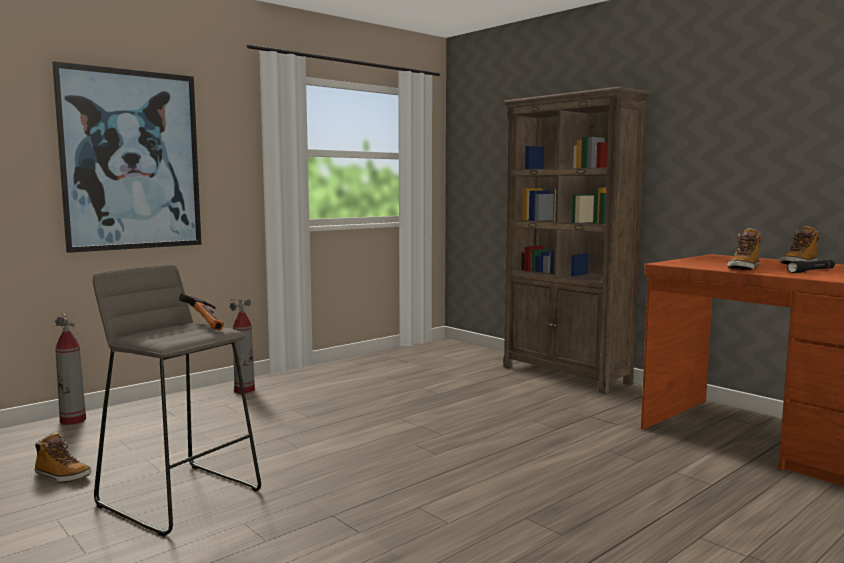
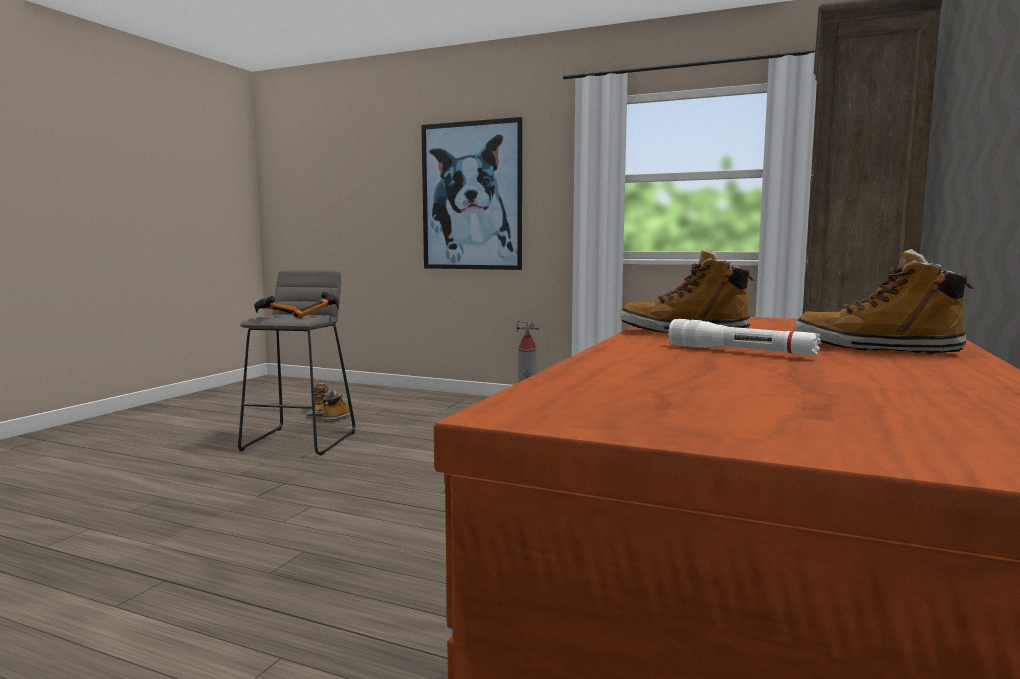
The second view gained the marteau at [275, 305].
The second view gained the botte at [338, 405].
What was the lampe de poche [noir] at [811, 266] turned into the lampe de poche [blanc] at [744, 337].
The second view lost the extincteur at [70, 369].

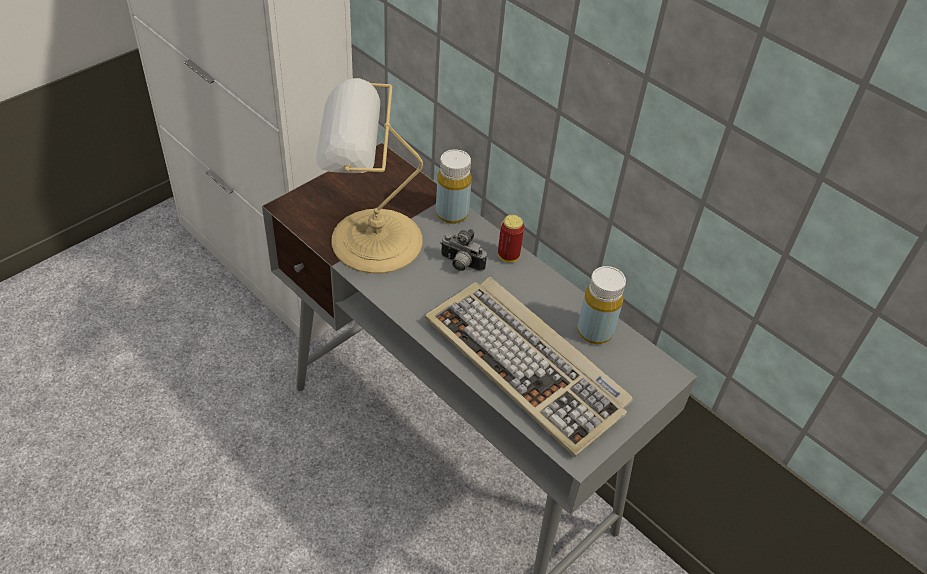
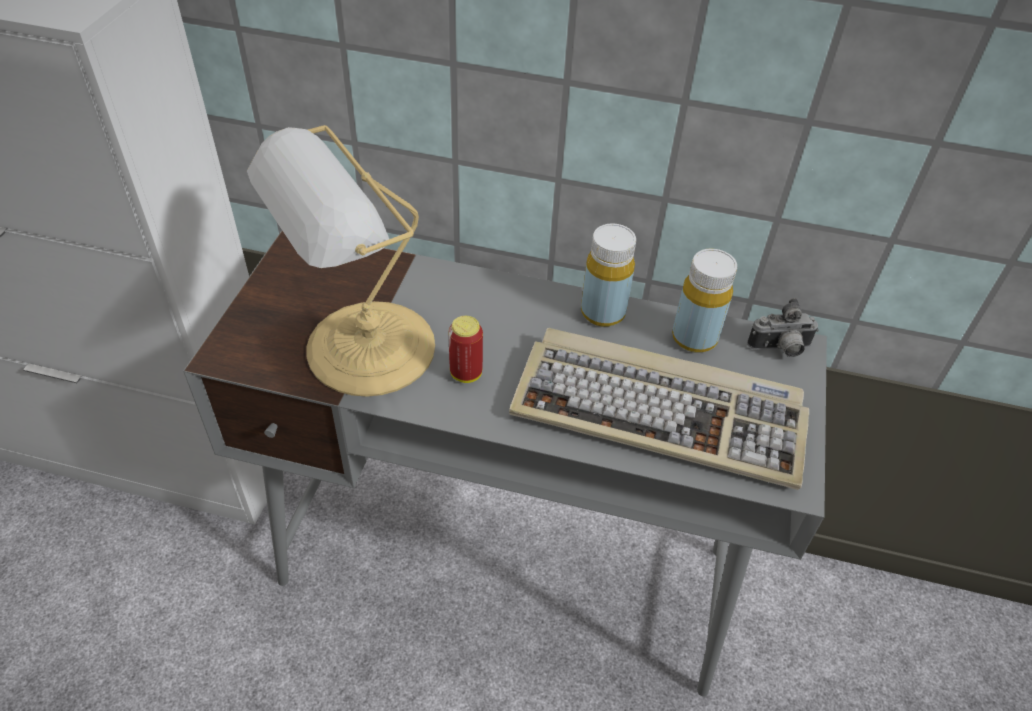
The boîte métallique ended up elsewhere, having gone from [511, 238] to [465, 349].
The bouteille [jaune] ended up elsewhere, having gone from [454, 186] to [608, 275].
The appareil photo ended up elsewhere, having gone from [463, 250] to [783, 327].

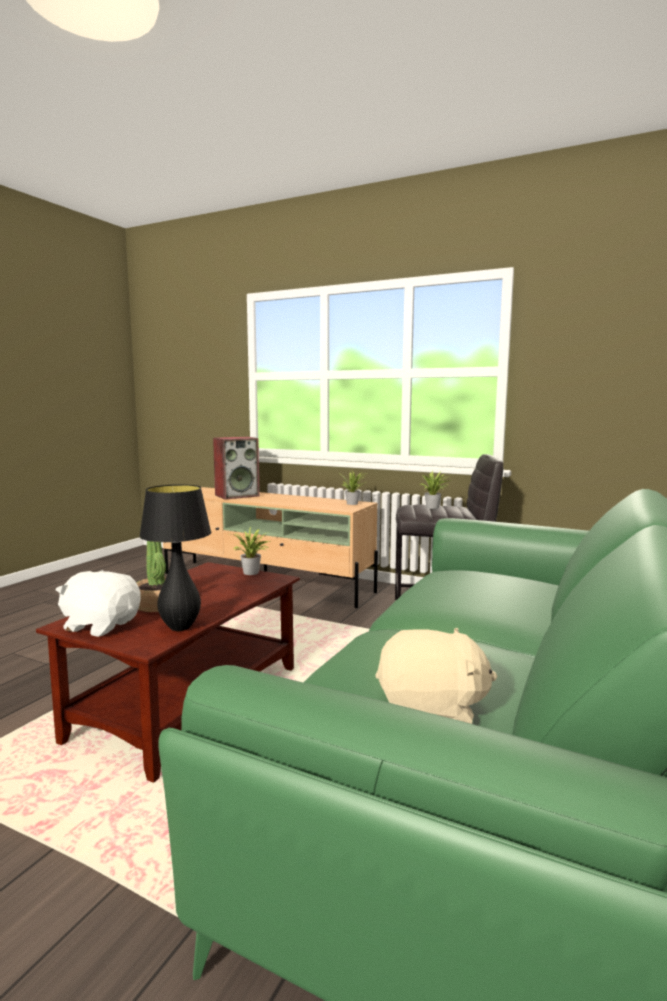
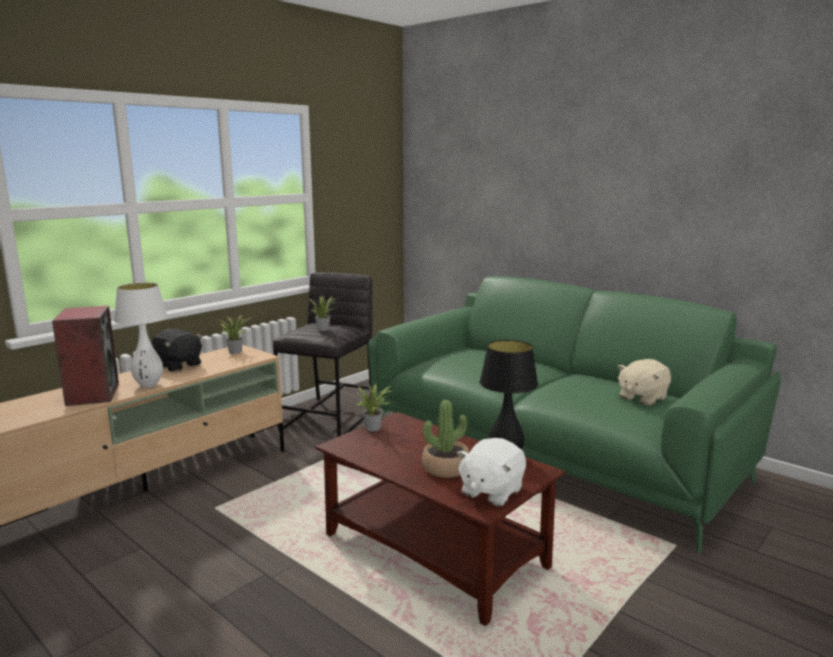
The second view gained the lampe de table [blanc] at [141, 335].
The second view gained the peluche [noir] at [176, 350].
The peluche [beige] at [436, 676] ended up facing another way, 150 degrees counterclockwise from before.

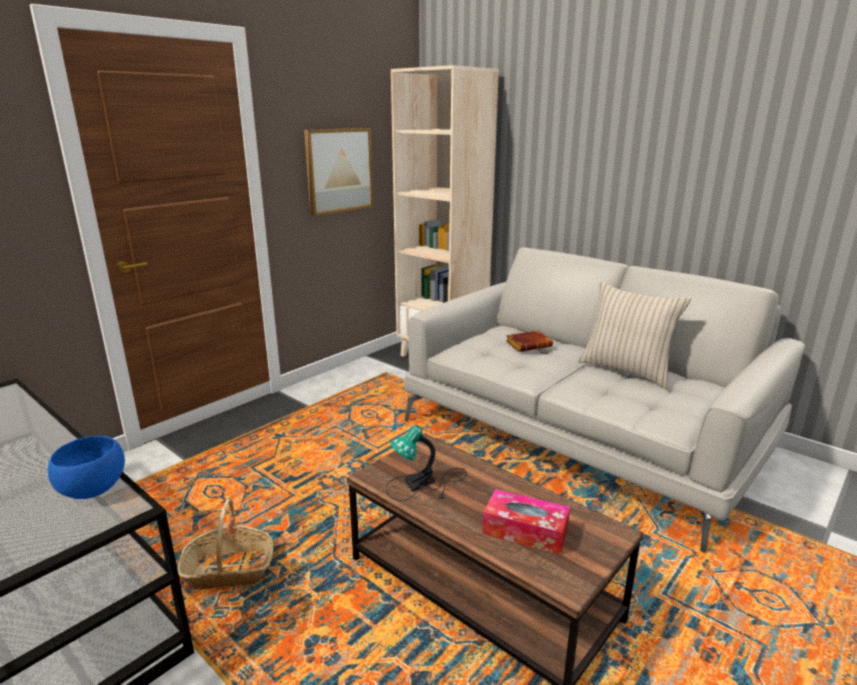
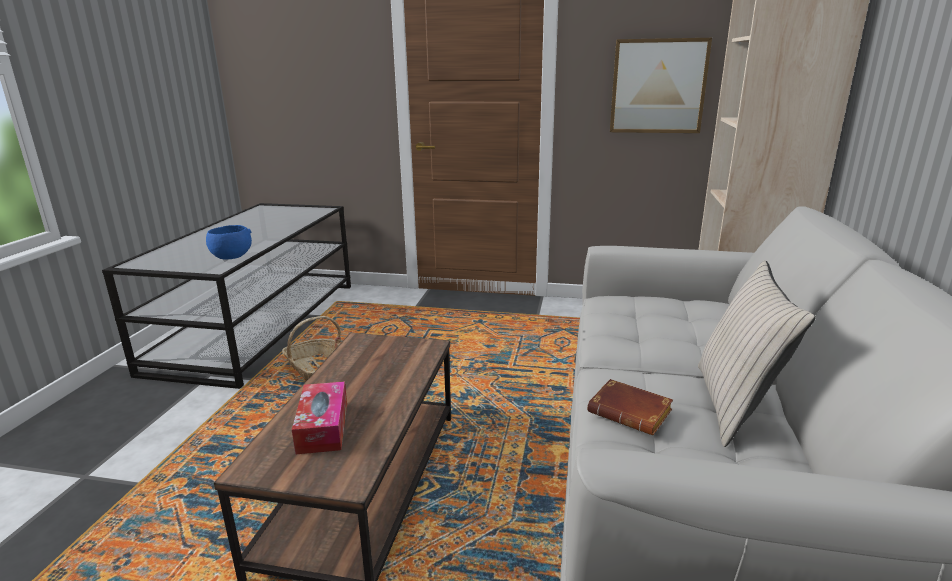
The livre [marron] ended up elsewhere, having gone from [529, 341] to [630, 407].
The second view lost the lampe de table at [426, 463].

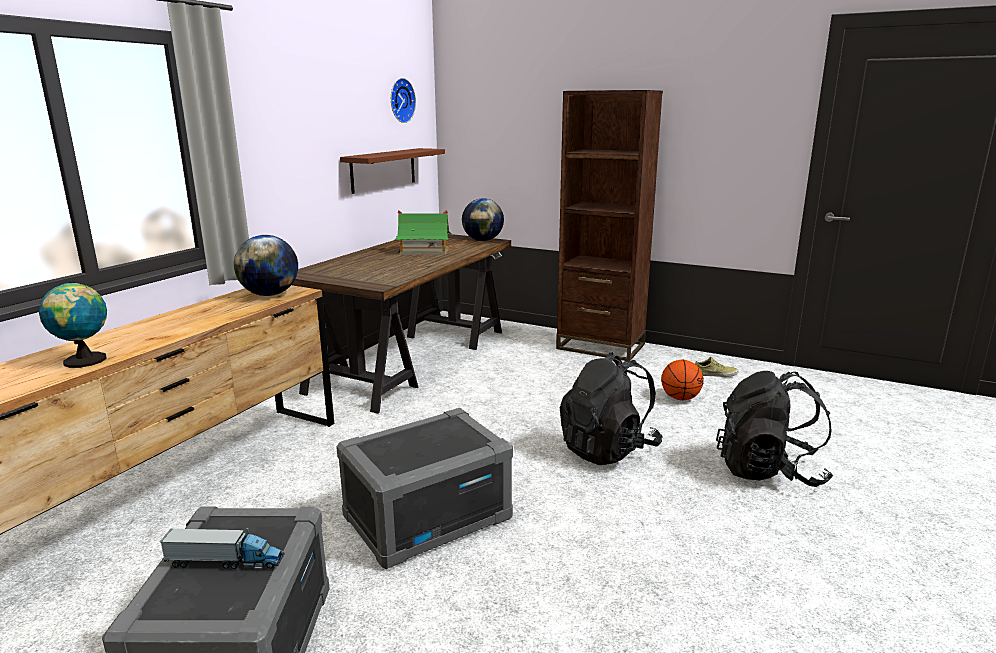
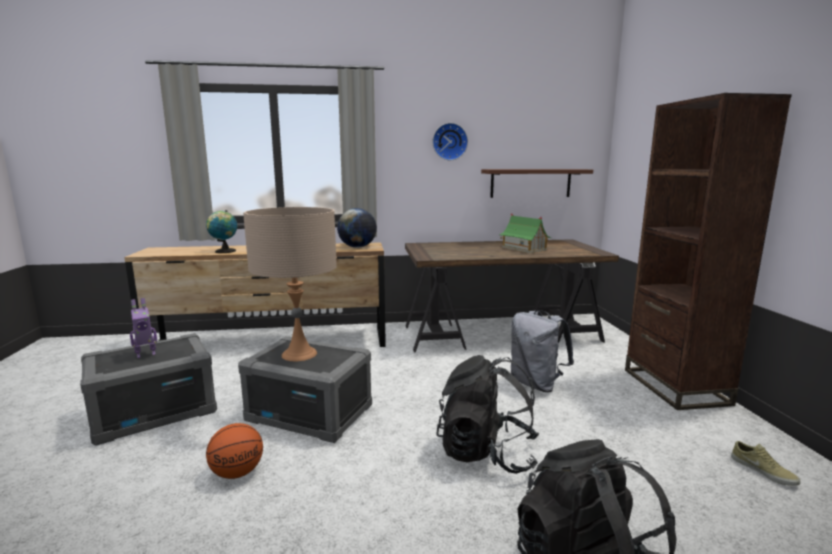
Where the camion jouet stood at [222, 548], the robot jouet came to stand at [143, 328].
The ballon de basket ended up elsewhere, having gone from [682, 380] to [234, 451].
The second view gained the lampe de table [beige] at [290, 284].
The horloge murale ended up elsewhere, having gone from [403, 100] to [450, 141].
The second view gained the sac à dos [gris] at [542, 351].
The second view lost the globe at [483, 219].

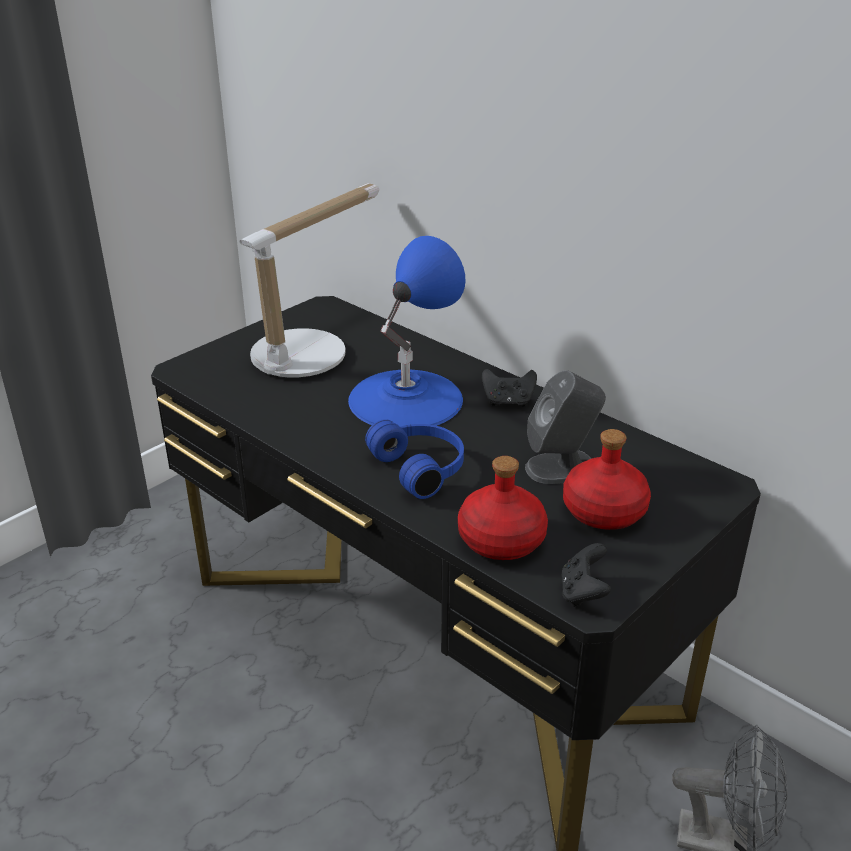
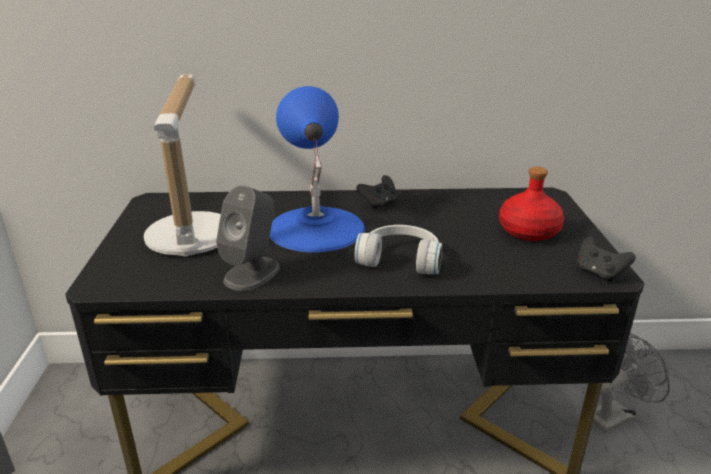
The enceinte [gris] ended up elsewhere, having gone from [565, 427] to [248, 238].
What was the casque audio [bleu] at [414, 459] turned into the casque audio [blanc] at [398, 249].
The second view lost the bouteille [rouge] at [503, 508].

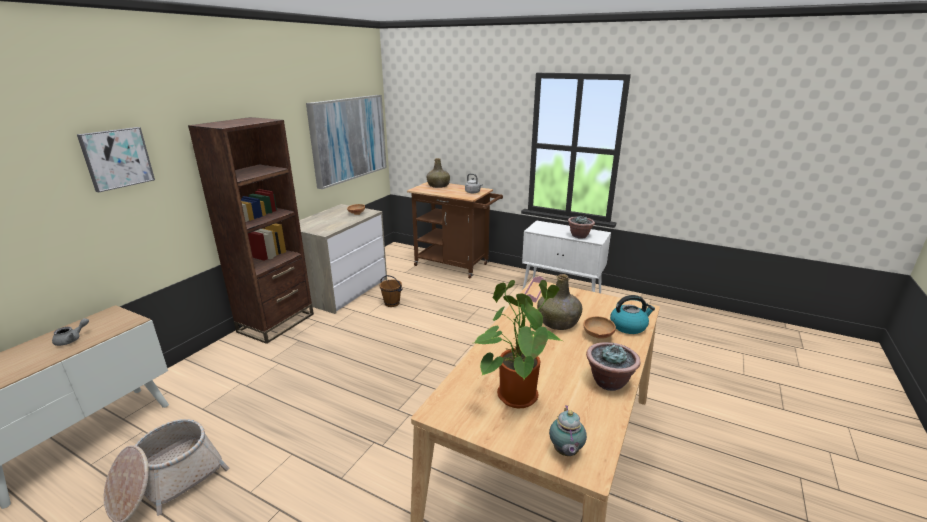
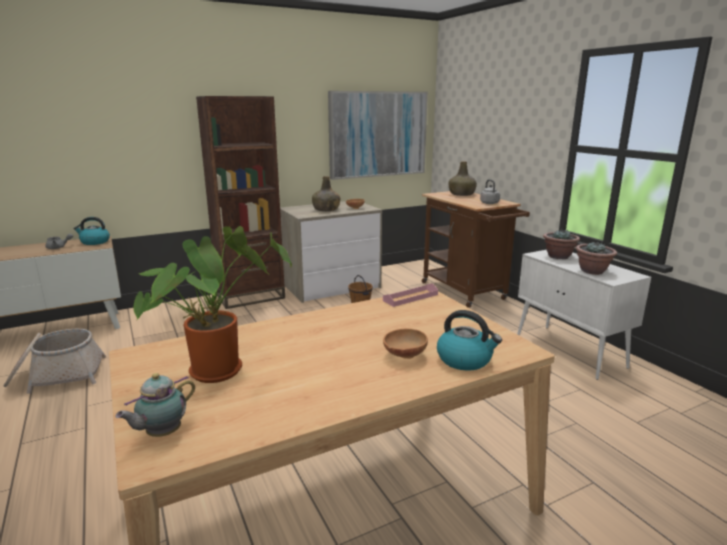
The second view gained the bouilloire at [91, 231].
The bouteille [vert] ended up elsewhere, having gone from [559, 302] to [326, 193].
The plante en pot ended up elsewhere, having gone from [613, 366] to [561, 244].
The second view lost the tableau at [116, 159].

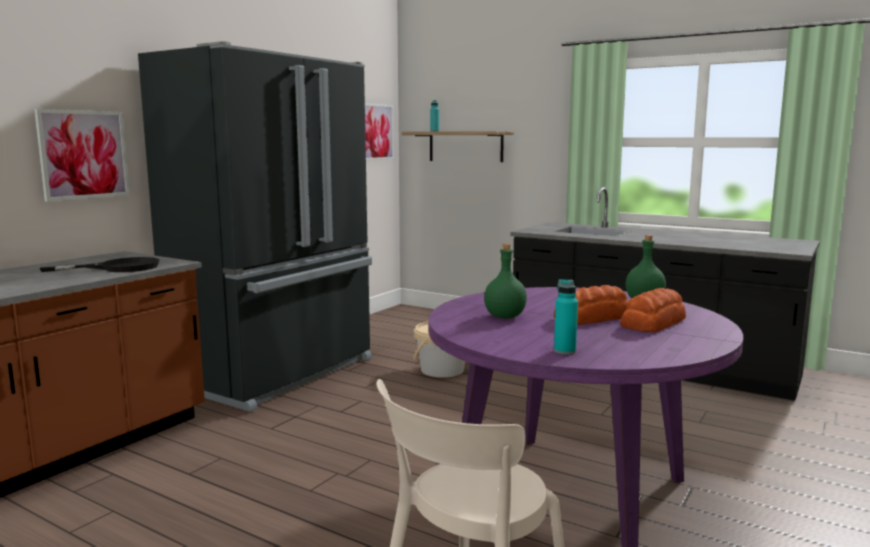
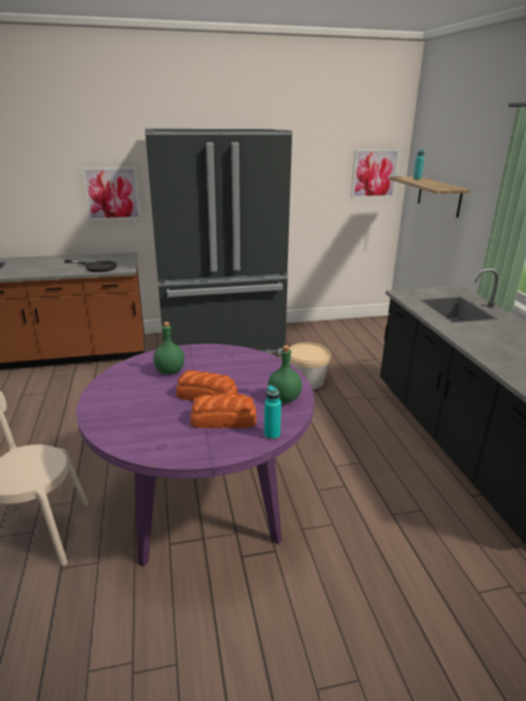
The bouteille [turquoise] ended up elsewhere, having gone from [566, 316] to [272, 412].

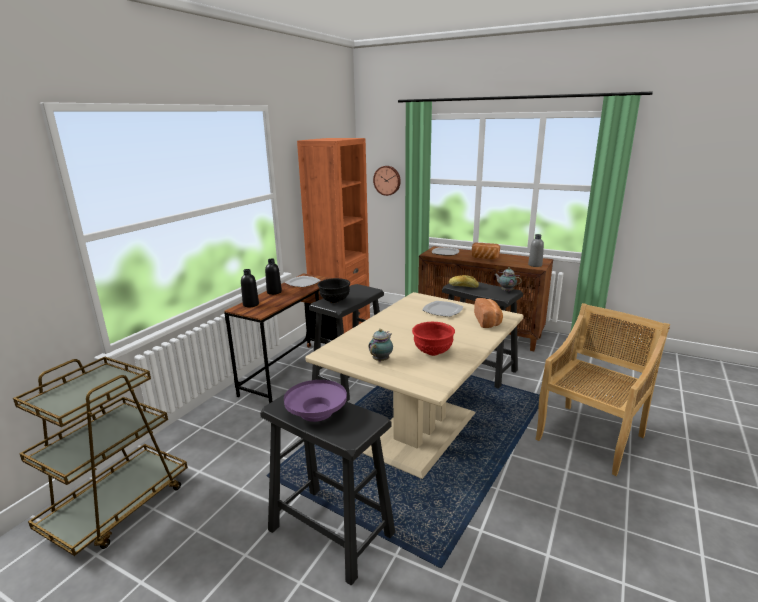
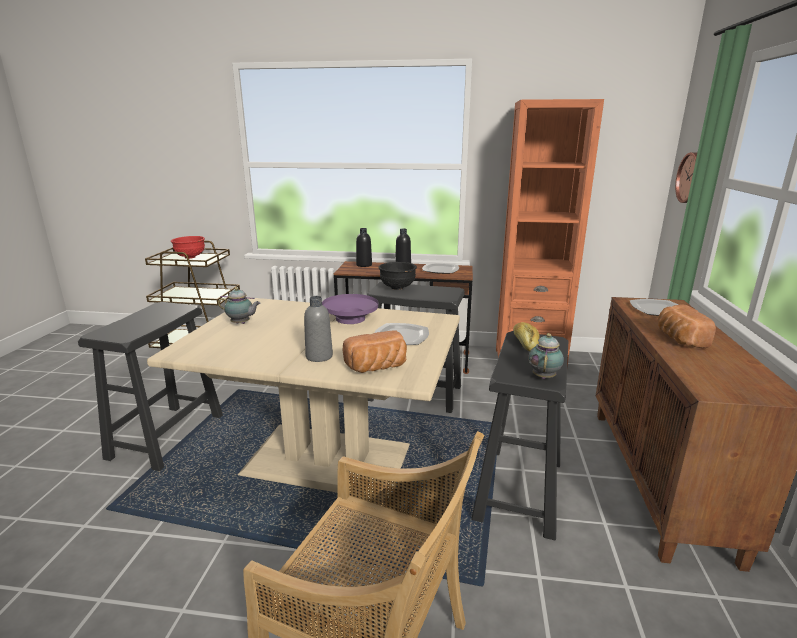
The bol [rouge] ended up elsewhere, having gone from [433, 339] to [188, 247].
The bouteille [gris] ended up elsewhere, having gone from [536, 250] to [318, 329].
The bol [violet] ended up elsewhere, having gone from [315, 401] to [350, 309].

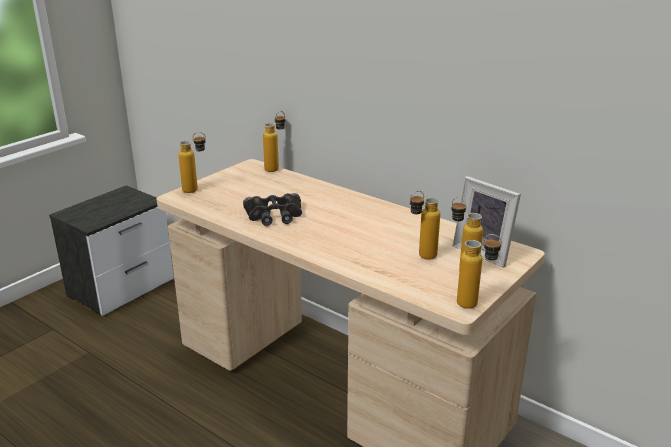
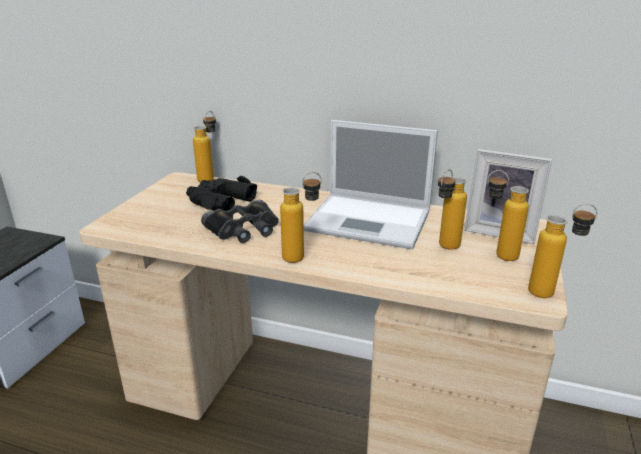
The second view gained the jumelles [noir] at [221, 193].
The bouteille ended up elsewhere, having gone from [192, 162] to [300, 217].
The second view gained the ordinateur portable at [371, 184].

